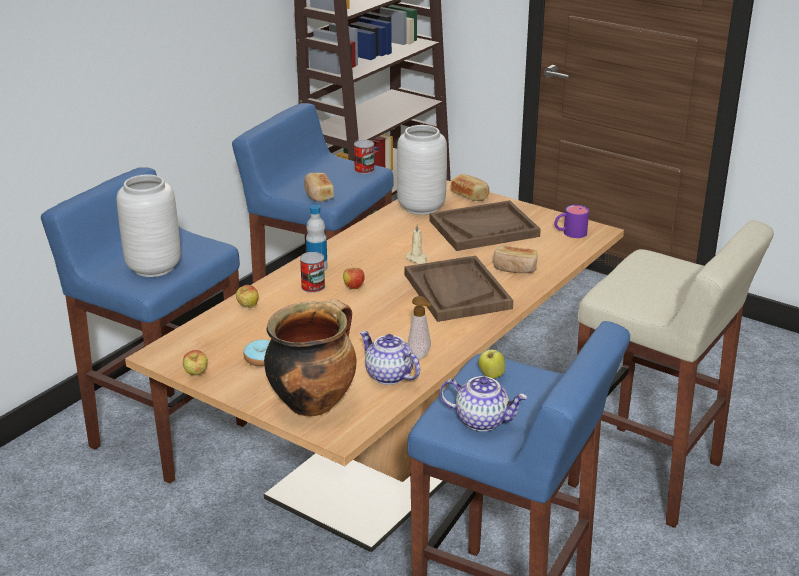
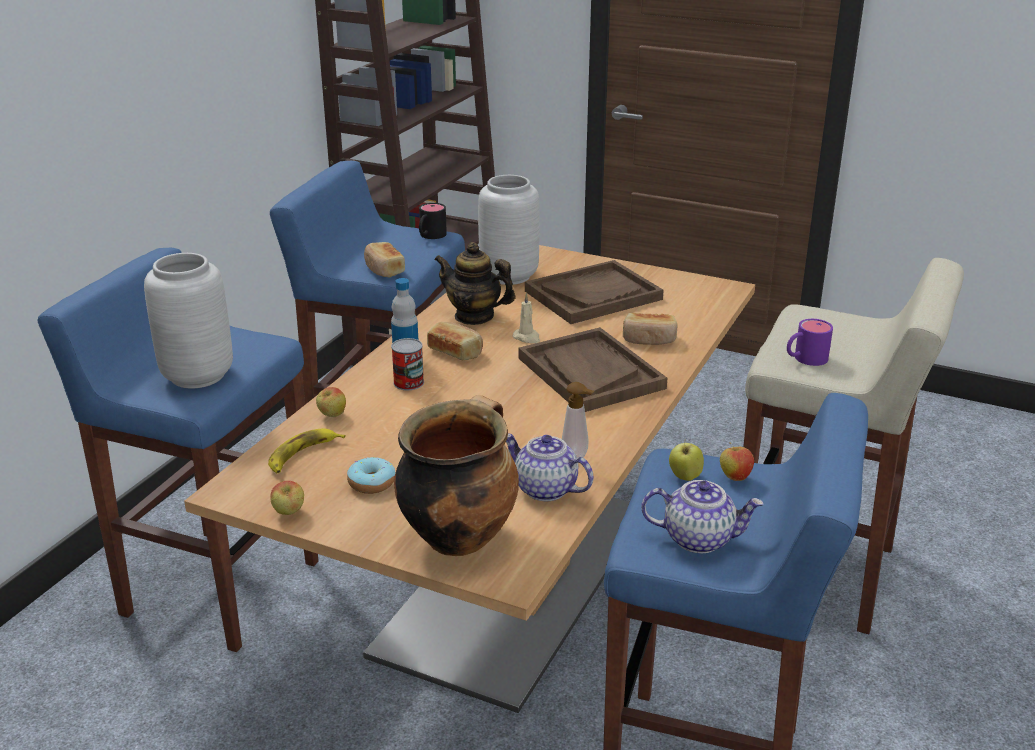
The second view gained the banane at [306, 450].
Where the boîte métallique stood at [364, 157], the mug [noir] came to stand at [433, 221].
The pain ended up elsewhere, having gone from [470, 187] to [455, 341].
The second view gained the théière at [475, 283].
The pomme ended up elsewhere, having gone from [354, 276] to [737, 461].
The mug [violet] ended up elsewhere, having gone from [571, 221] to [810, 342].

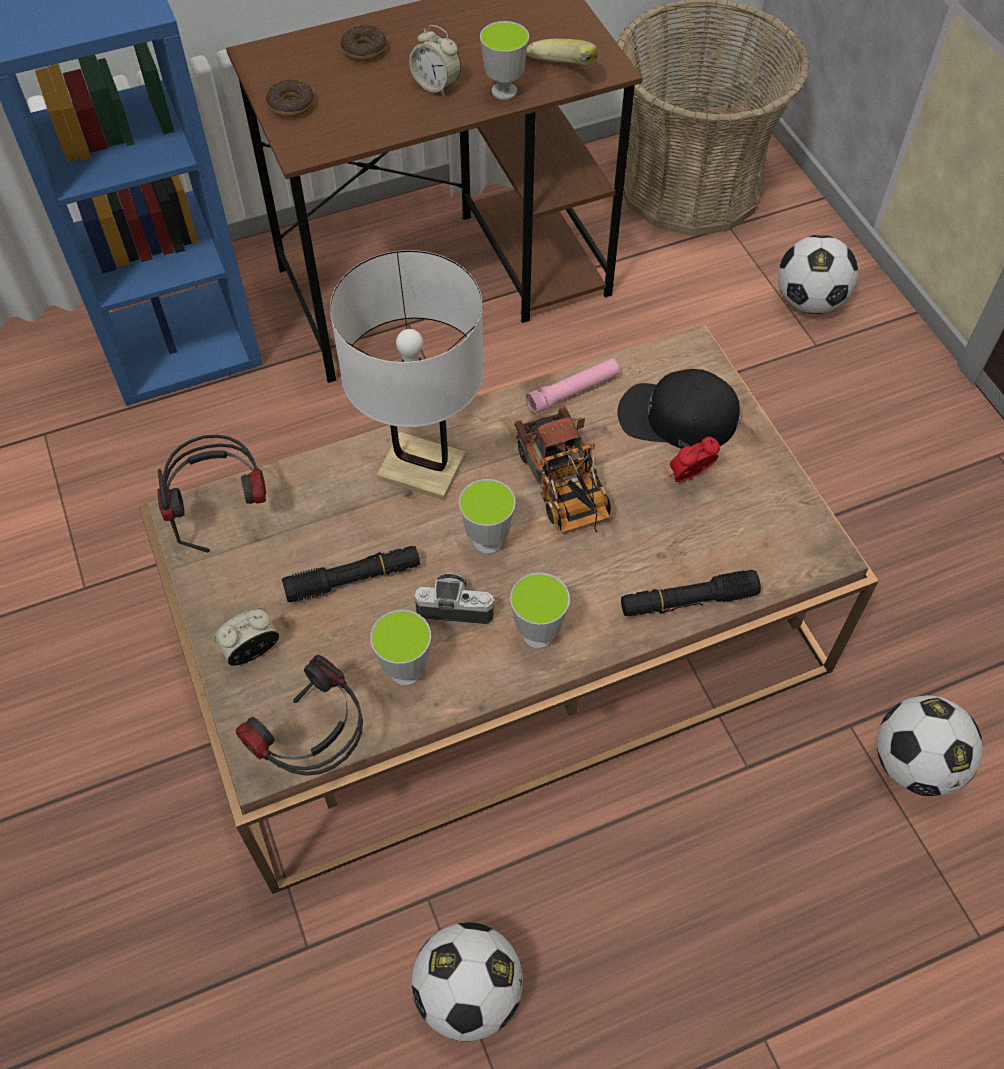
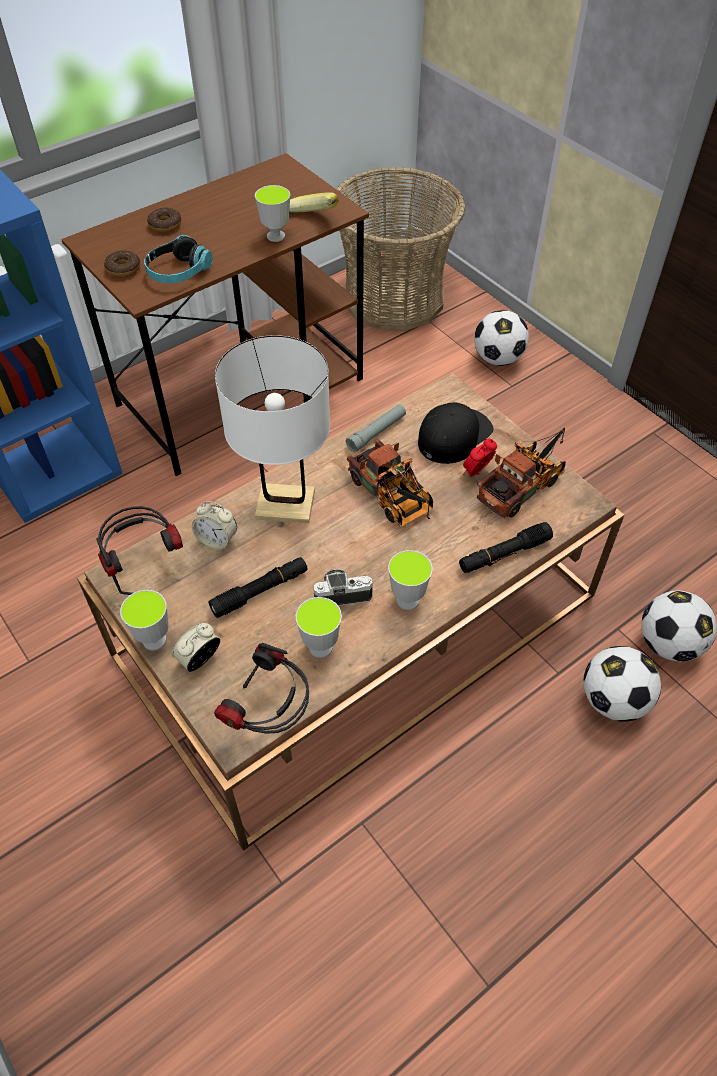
The tasse ended up elsewhere, having gone from [487, 517] to [144, 620].
The second view gained the casque audio at [178, 259].
The réveil ended up elsewhere, having gone from [435, 60] to [214, 525].
What was the lampe de poche [rose] at [573, 386] turned into the lampe de poche [gris] at [376, 428].
The casquette [noir] at [679, 409] ended up facing another way, 135 degrees clockwise from before.
The second view gained the camion jouet at [521, 473].
The ballon de foot ended up elsewhere, having gone from [467, 981] to [622, 684].

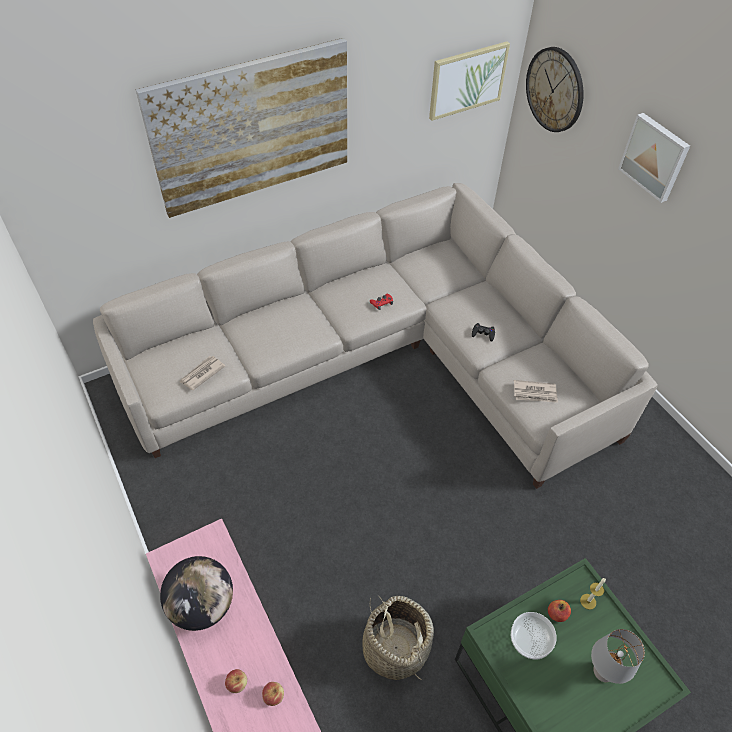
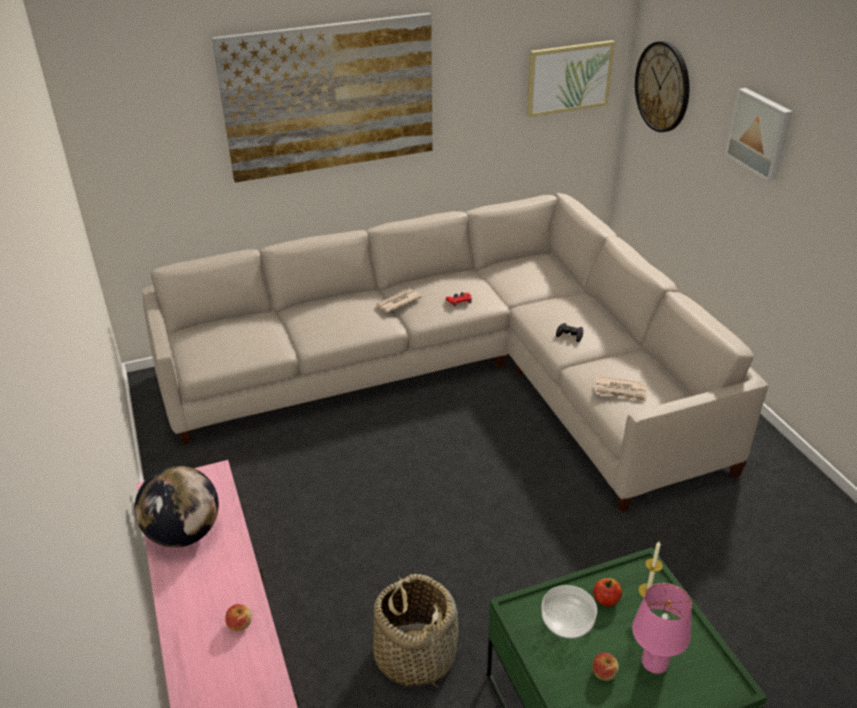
The journal ended up elsewhere, having gone from [202, 373] to [398, 300].
The pomme ended up elsewhere, having gone from [236, 681] to [605, 667].
What was the lampe de table [gris] at [618, 656] turned into the lampe de table [rose] at [662, 628].

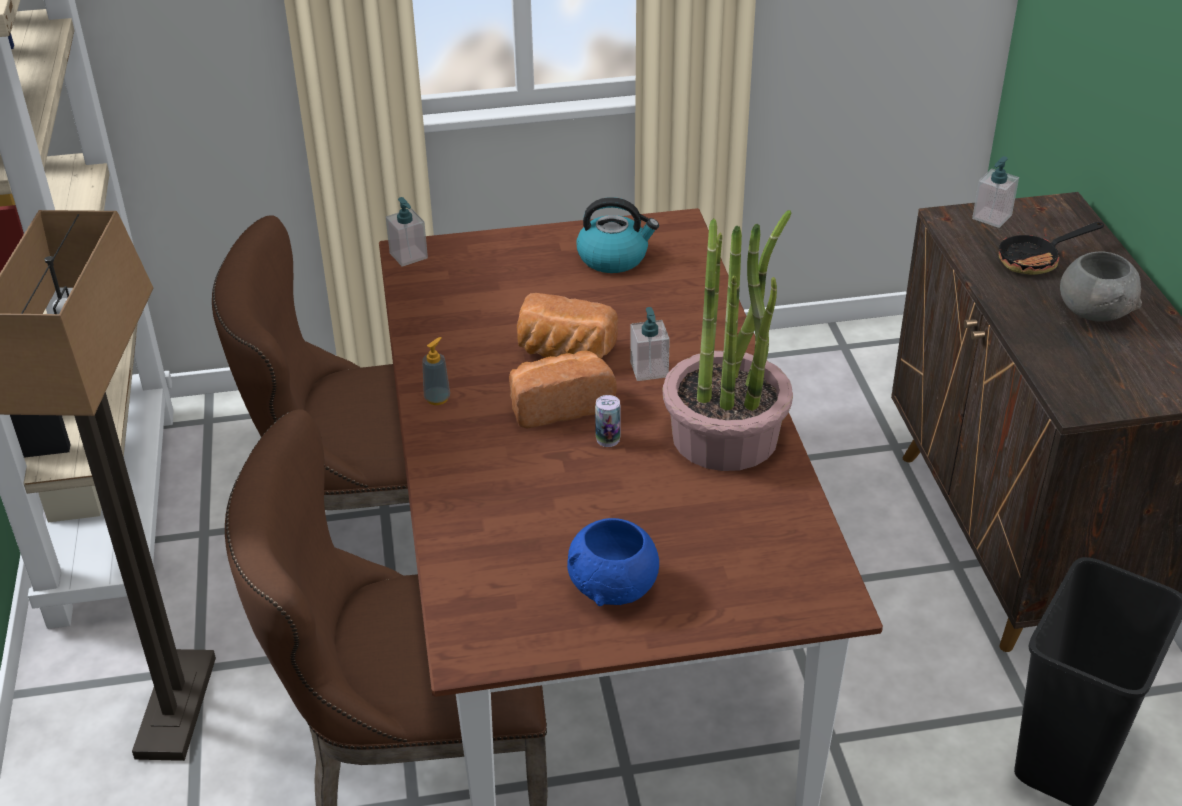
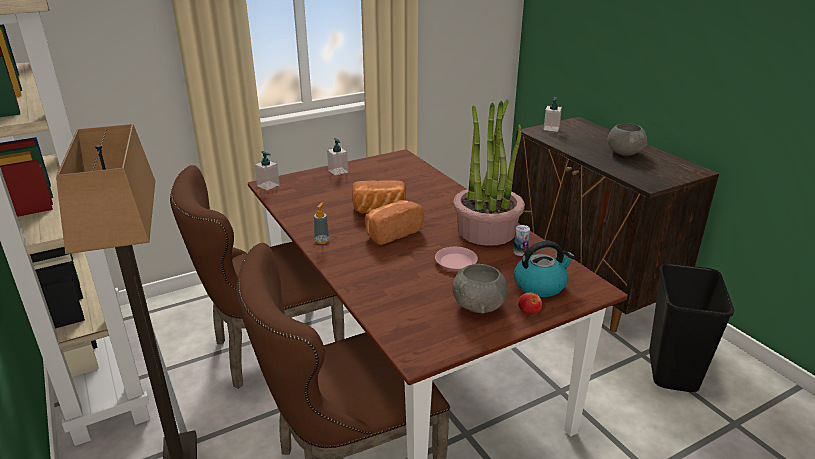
The distributeur de savon ended up elsewhere, having gone from [650, 344] to [337, 157].
The second view gained the assiette [rose] at [456, 259].
What was the bol [bleu] at [613, 562] turned into the bol [gris] at [479, 288].
The boîte métallique ended up elsewhere, having gone from [608, 421] to [521, 240].
The bouilloire ended up elsewhere, having gone from [617, 235] to [544, 269].
The second view gained the pomme at [530, 303].
The second view lost the poêle at [1051, 248].

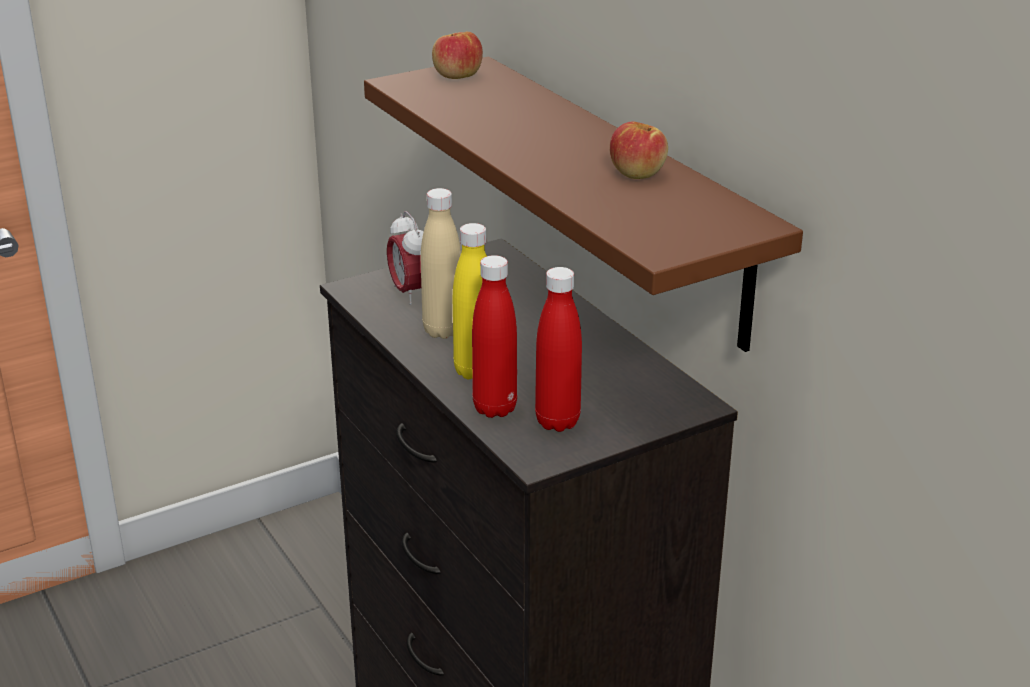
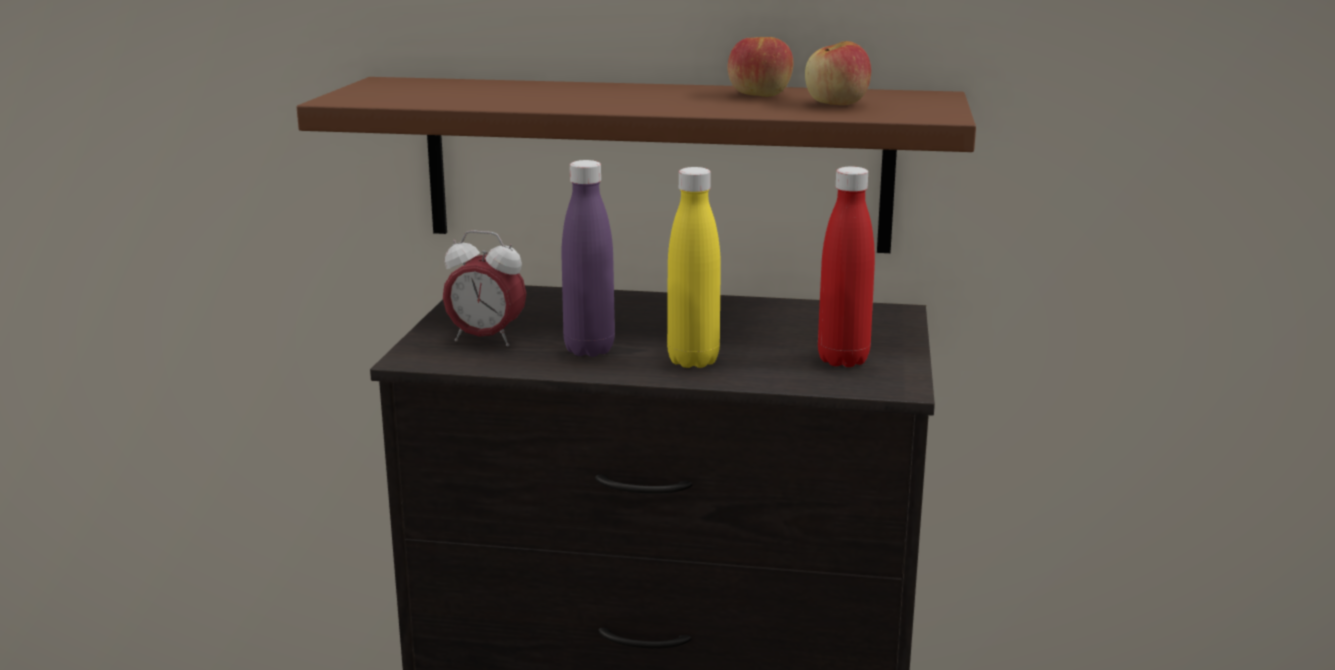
What was the bouteille [beige] at [441, 263] turned into the bouteille [violet] at [588, 258].
The pomme ended up elsewhere, having gone from [457, 55] to [838, 73].
The second view lost the bouteille [rouge] at [494, 336].

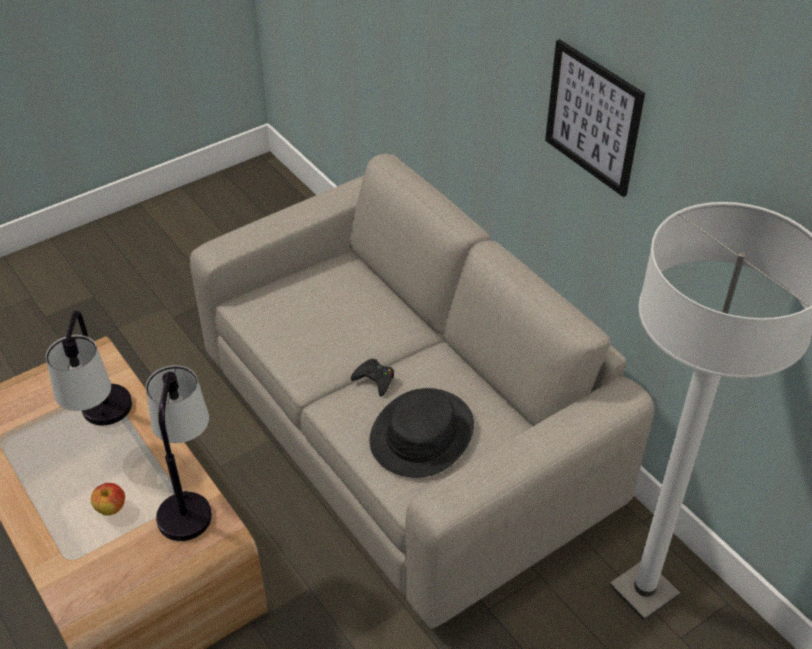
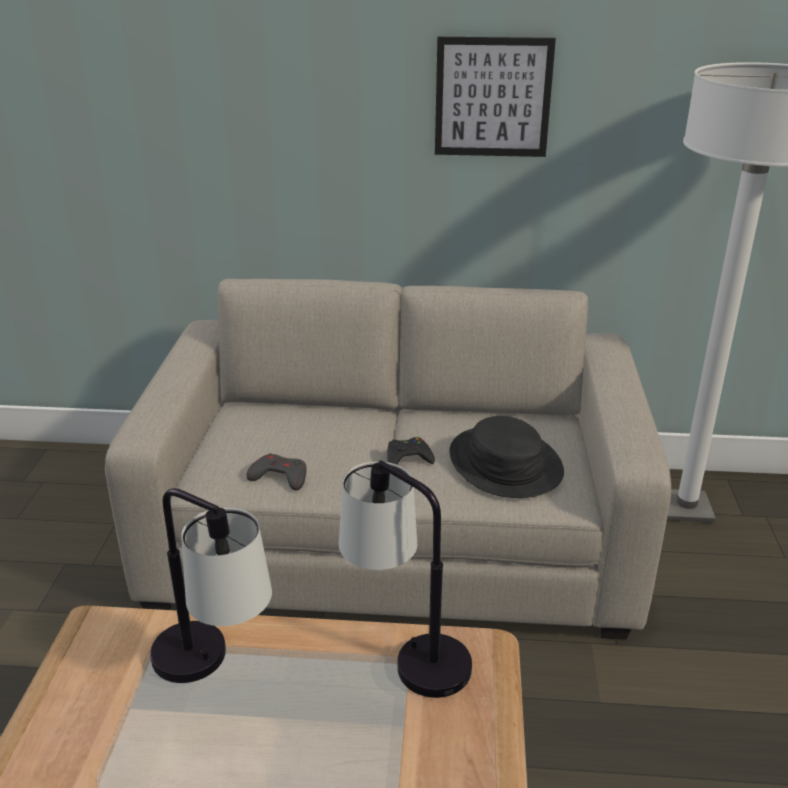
The second view gained the manette [gris] at [276, 471].
The second view lost the pomme at [108, 499].

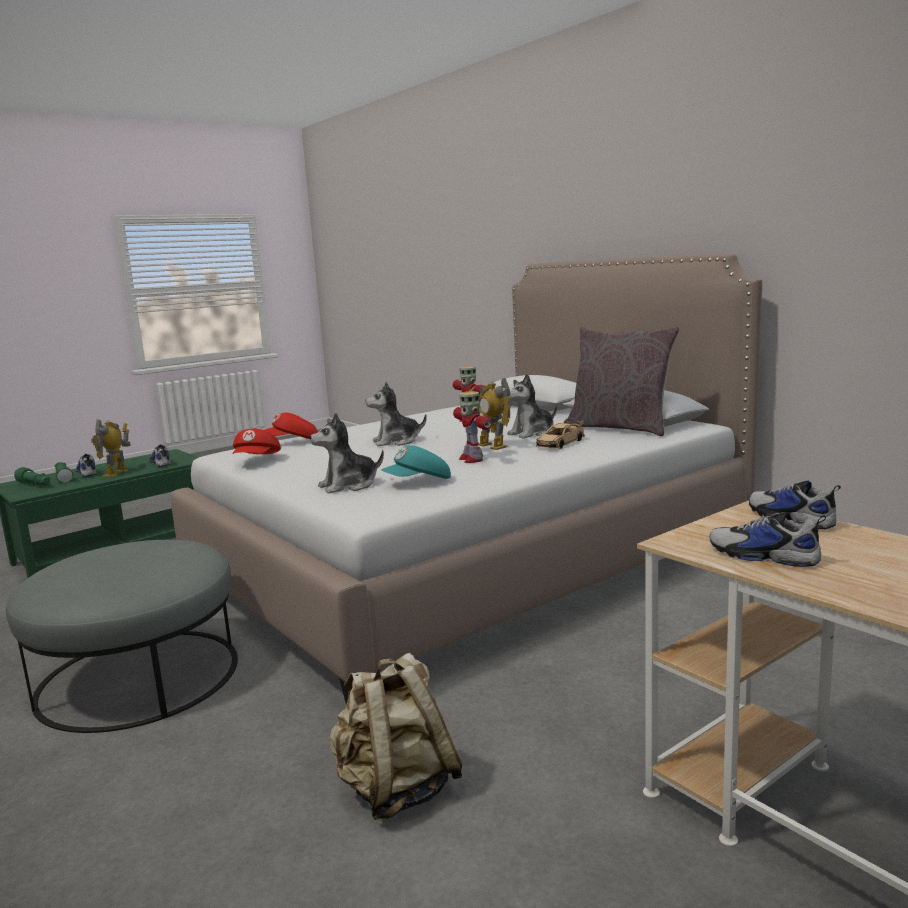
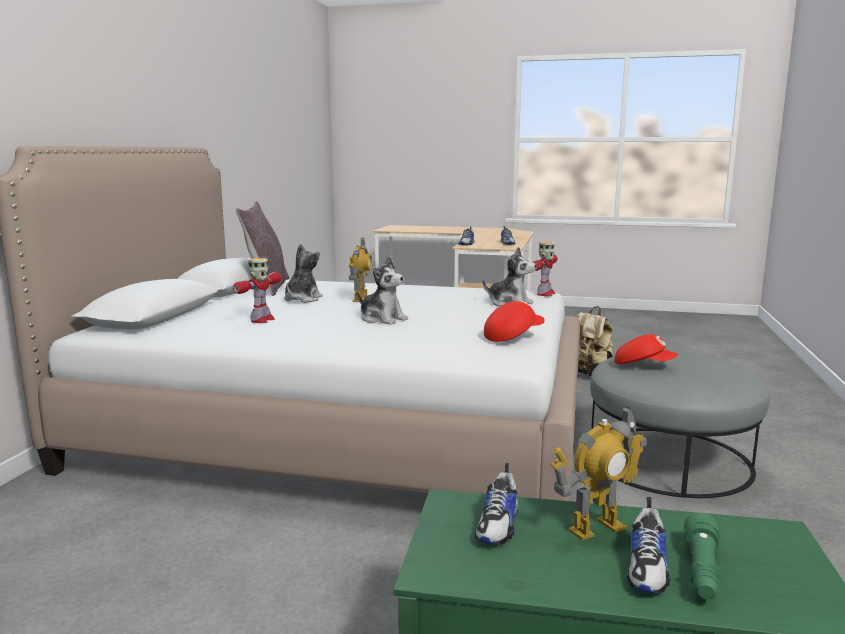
The peluche at [532, 406] ended up facing another way, 90 degrees counterclockwise from before.
The robot jouet ended up elsewhere, having gone from [472, 427] to [544, 268].
The casquette [rouge] ended up elsewhere, having gone from [291, 426] to [646, 349].
The second view lost the lampe de poche [vert] at [32, 476].
The second view lost the casquette [turquoise] at [416, 462].
The second view lost the petite voiture [beige] at [560, 434].

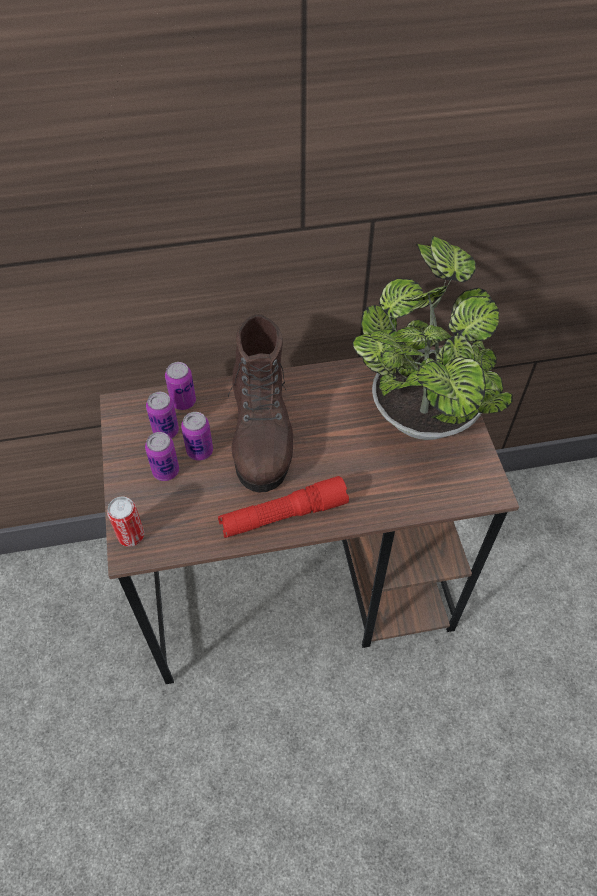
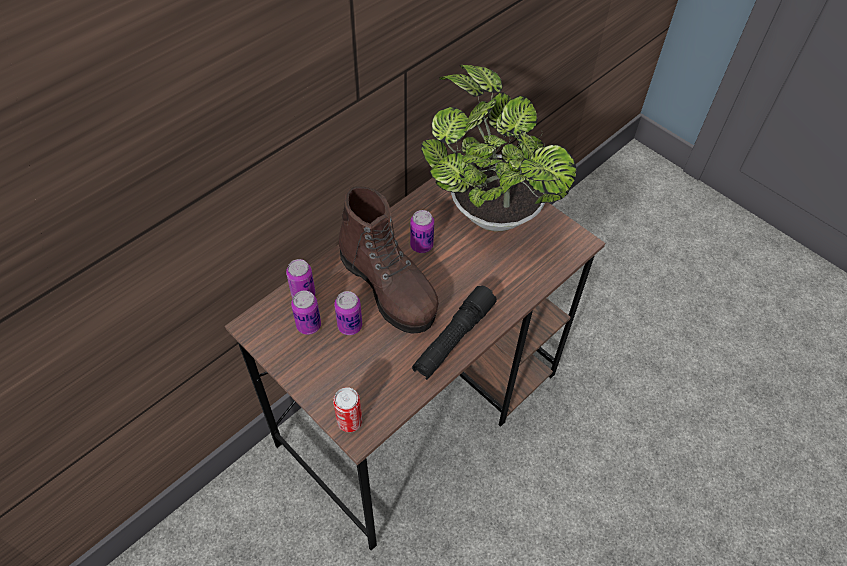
The boîte métallique ended up elsewhere, having gone from [162, 456] to [422, 231].
What was the lampe de poche [rouge] at [283, 507] turned into the lampe de poche [noir] at [454, 333].

